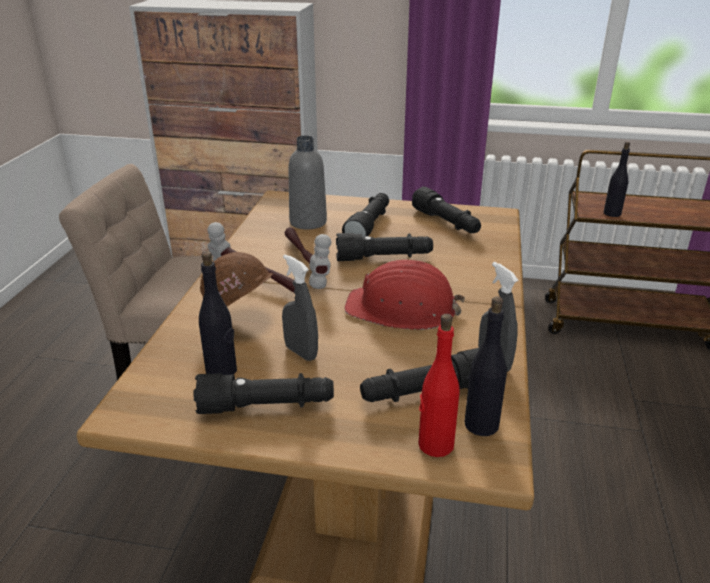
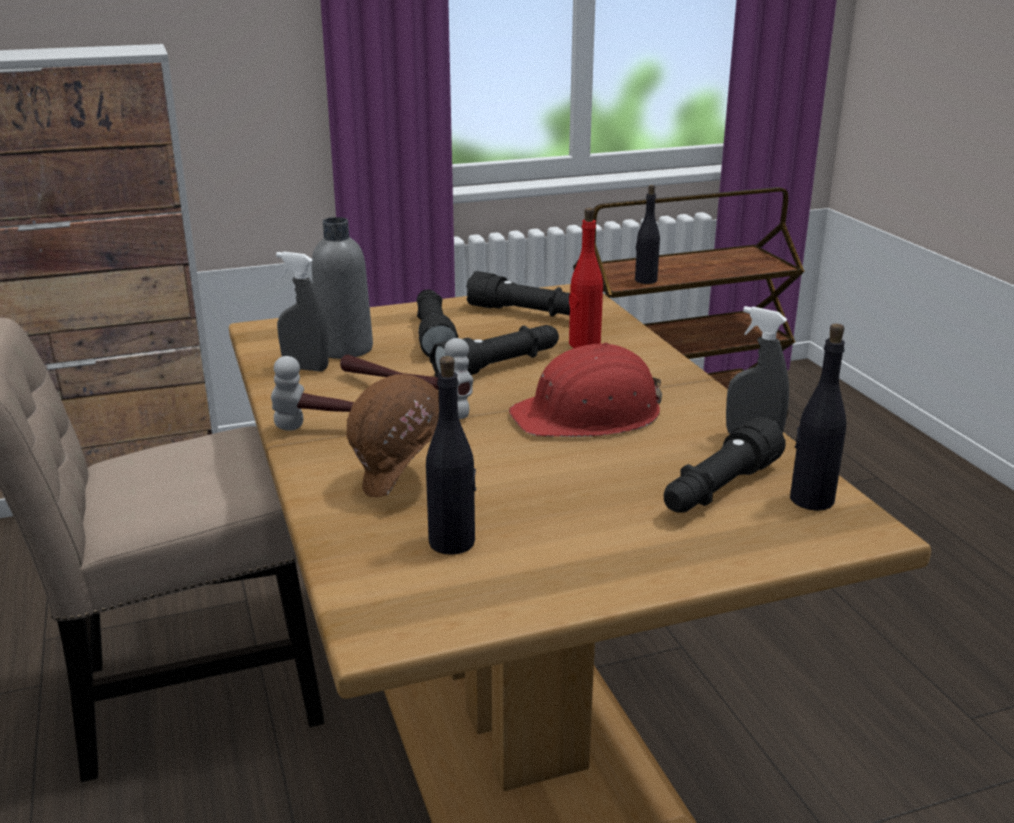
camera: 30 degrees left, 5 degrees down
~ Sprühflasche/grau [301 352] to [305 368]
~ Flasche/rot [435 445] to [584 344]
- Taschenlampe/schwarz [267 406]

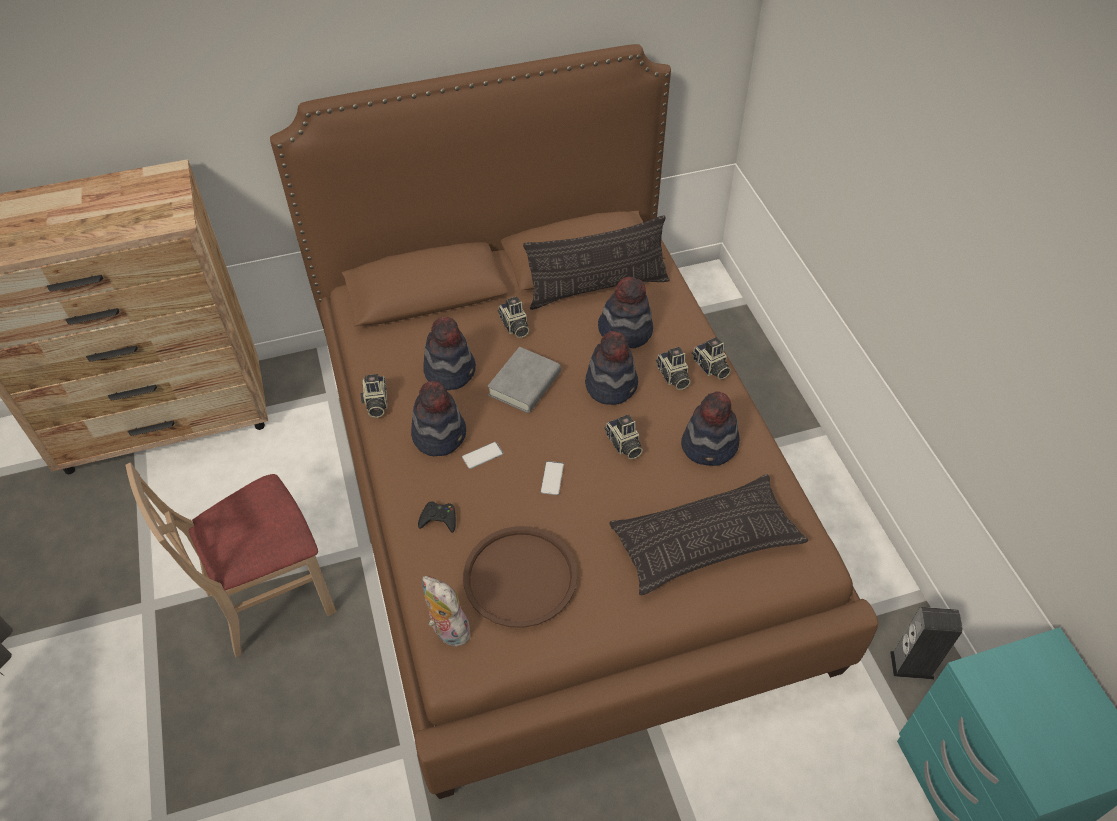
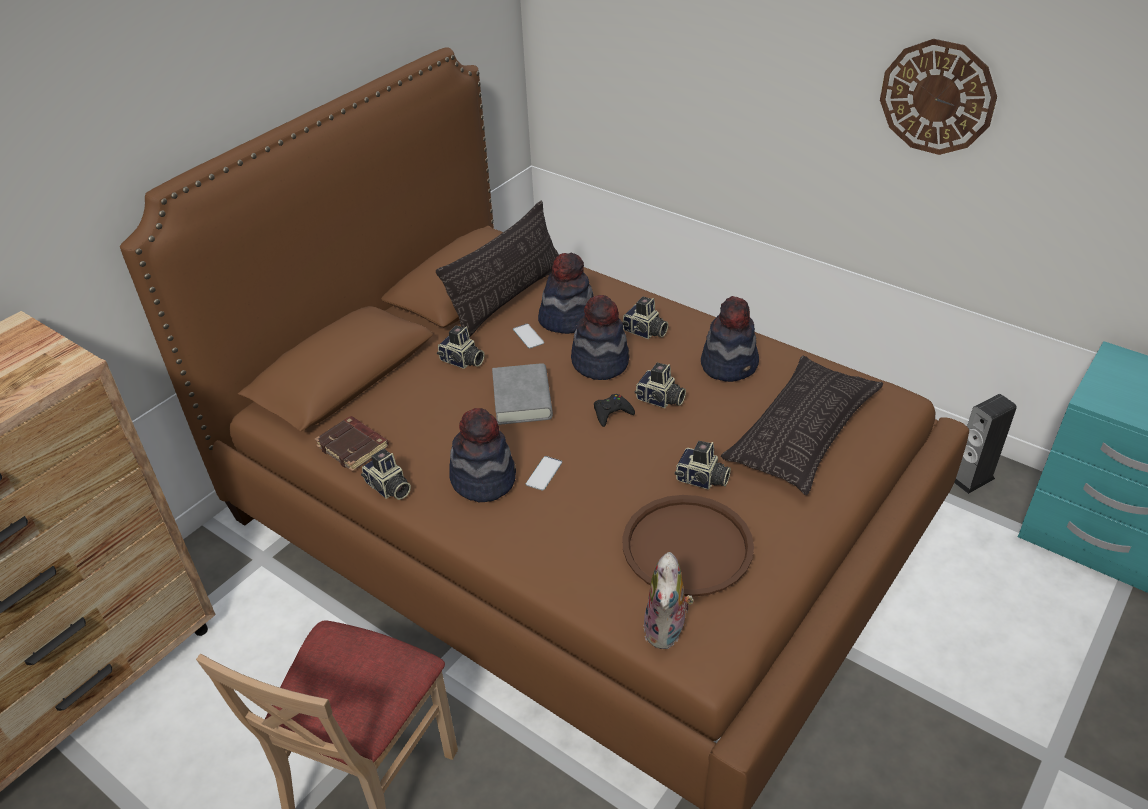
camera: 35 degrees left, 10 degrees down
- Hut [450 370]
~ Kamera [710 367] to [702 480]
~ Handy [552 478] to [528 336]
~ Gamepad/schwarz [439 519] to [612 413]
~ Plüschtier [447 630] = [667 631] 90 degrees counterclockwise
+ Wanduhr [937 97]
+ Buch/braun [354 447]

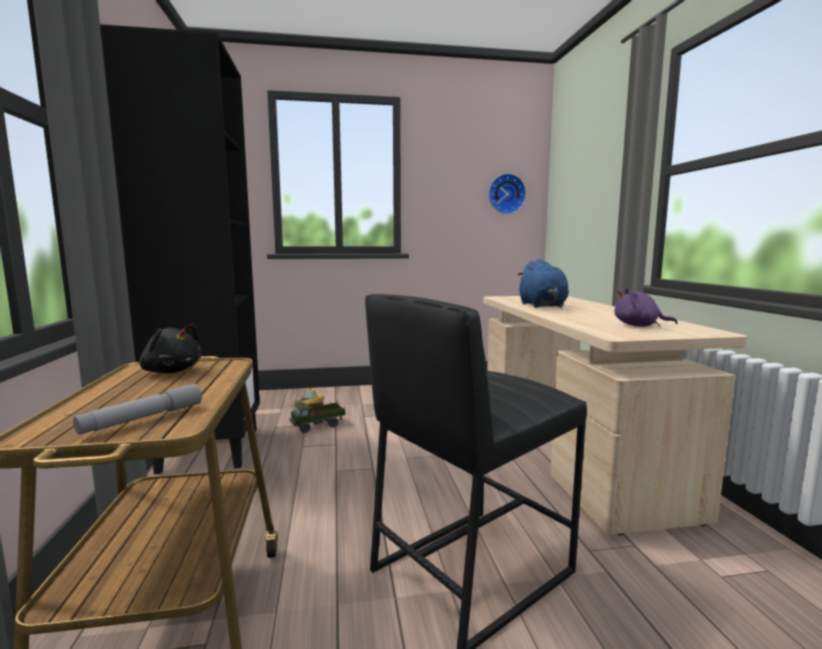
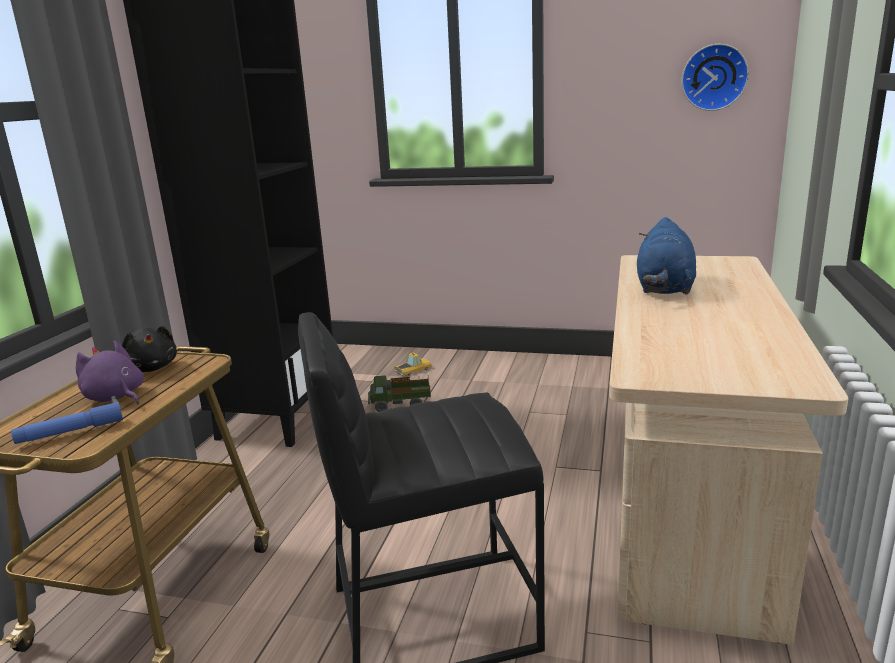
camera: 25 degrees right, 10 degrees up
~ Plüschtier/lila [639 326] to [115 397]
~ Taschenlampe/grau [143 418] to Taschenlampe/blau [71 432]

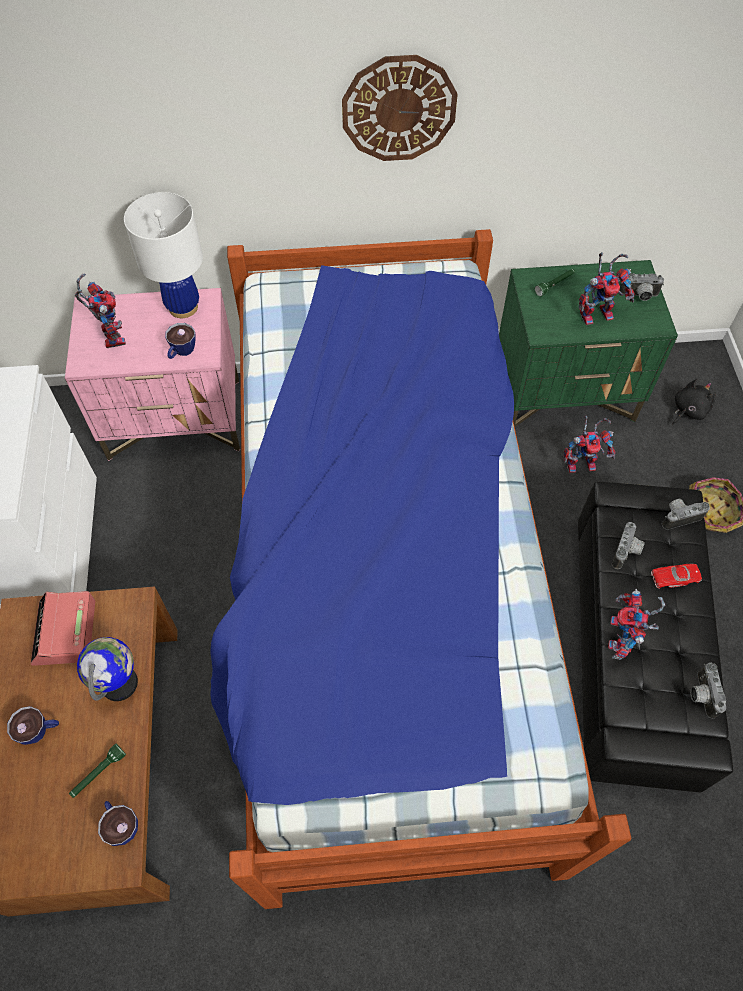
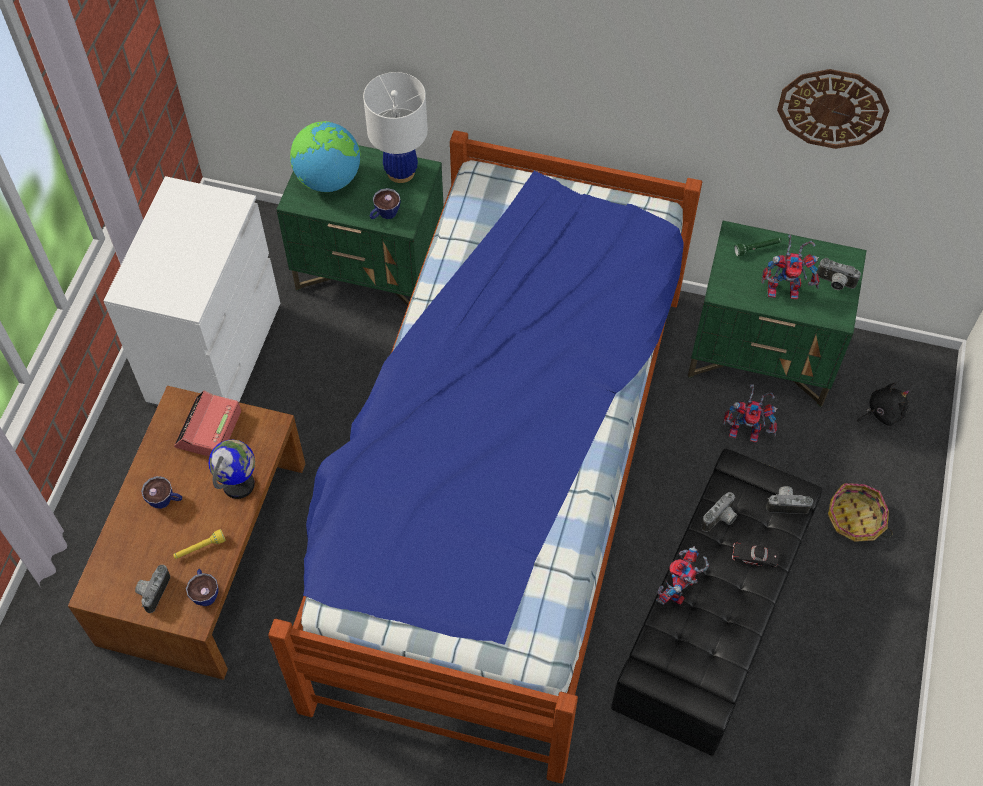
camera: 20 degrees right, 0 degrees up
~ Wanduhr [399 109] to [832 108]
~ Spielzeugroboter [110 334] to Globus [328 179]
~ Nachttisch/rosa [176 419] to Nachttisch/grün [371 269]
~ Spielzeugauto/rot [675 577] to Spielzeugauto/schwarz [754 556]
~ Kamera [700 694] to [152 591]
~ Taschenlampe/grün [98 773] to Taschenlampe/gelb [200 548]

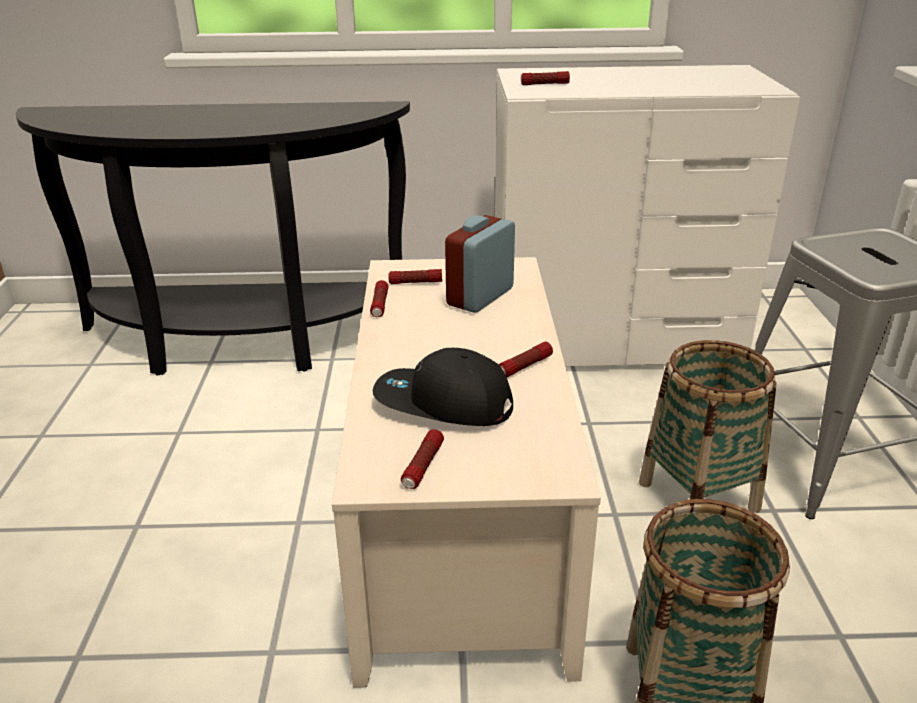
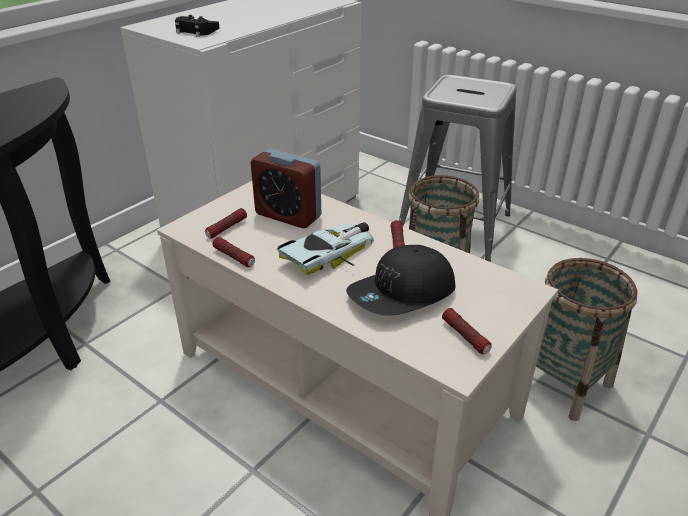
camera: 50 degrees left, 5 degrees up
~ Taschenlampe [544 84] to Gamepad/schwarz [196 31]
~ Wecker [480 297] = [288 215] 45 degrees counterclockwise
+ Spielzeugauto [331 253]

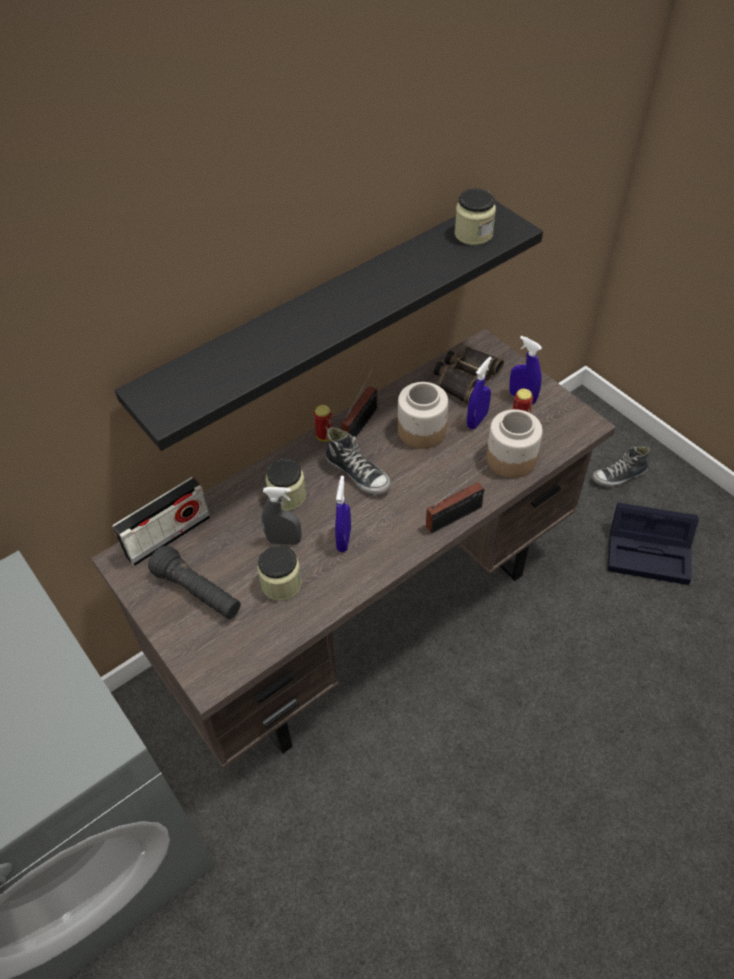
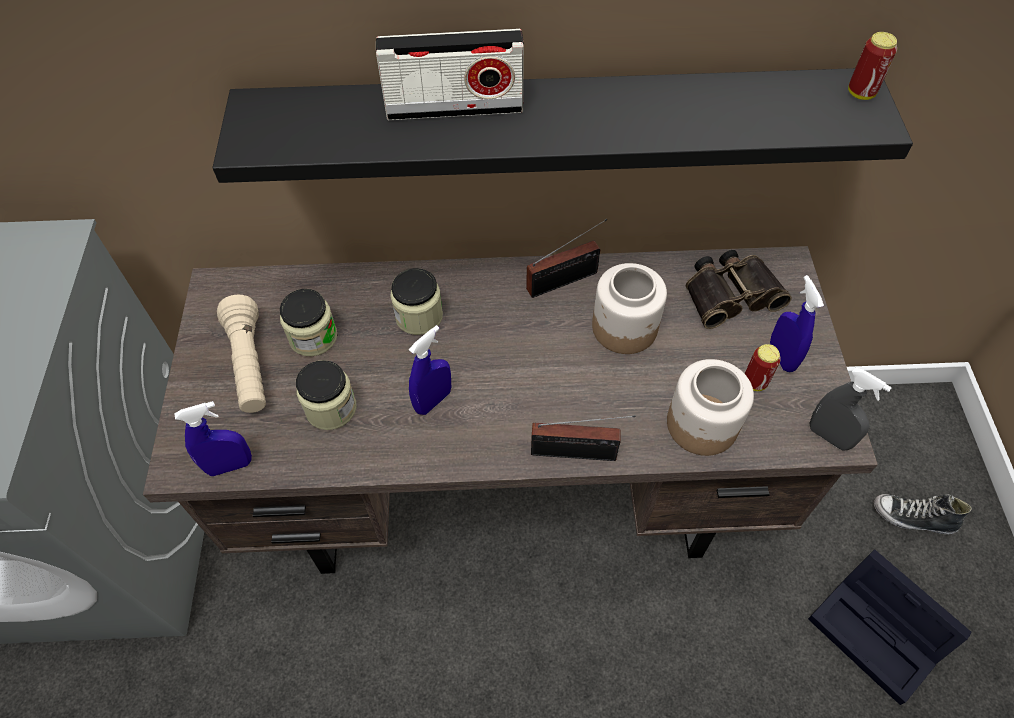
camera: 35 degrees right, 5 degrees up
~ Vorratsglas [473 234] to [313 337]
~ Sprühflasche/blau [477 420] to [230 466]
~ Dose [324 436] to [861 93]
- Schuh [358 474]
~ Radio [168 536] to [454 108]
~ Sprühflasche/grau [284 540] to [829 436]
~ Taschenlampe/schwarz [198 592] to Taschenlampe/beige [250 364]

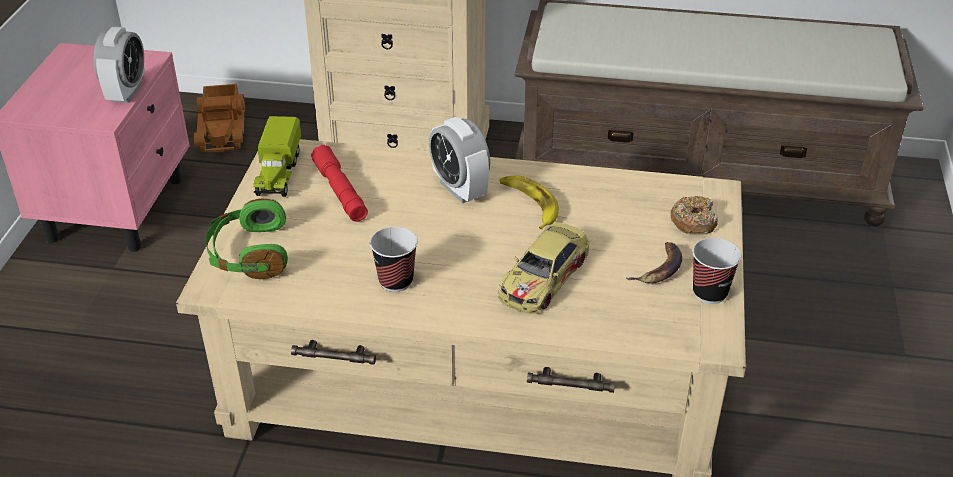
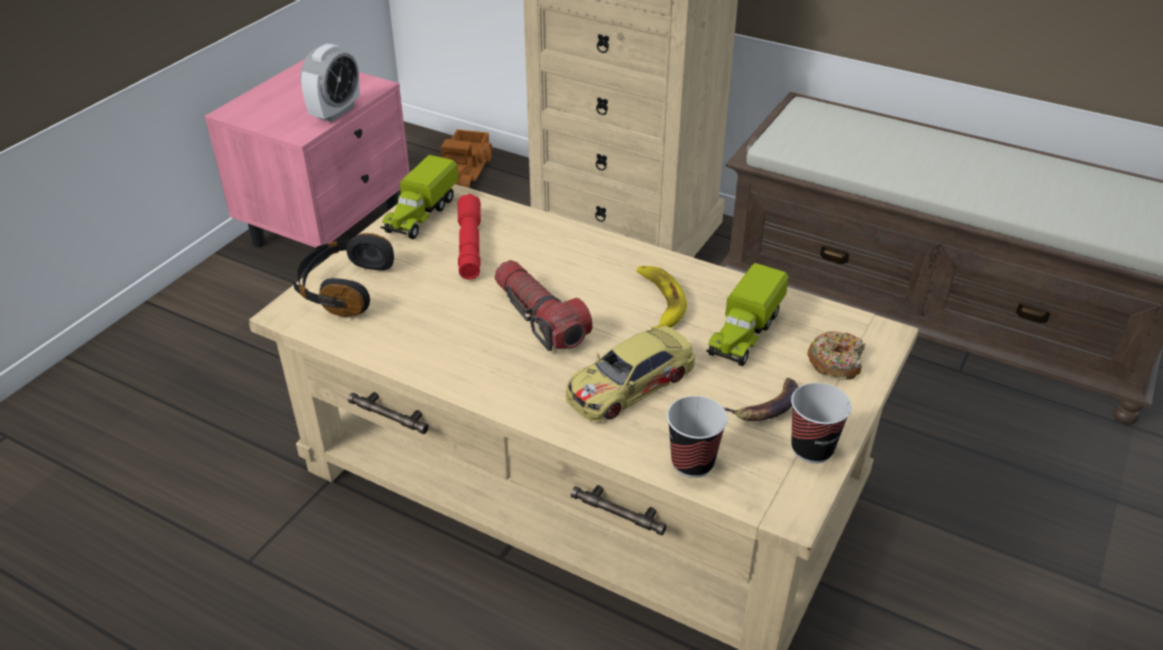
camera: 20 degrees right, 0 degrees up
- Wecker [459 189]
~ Kopfhörer/grün [248 254] to Kopfhörer/schwarz [344 288]
~ Tasse [396 281] to [692 463]
+ Taschenlampe [539 318]
+ Spielzeuglaster [744 334]

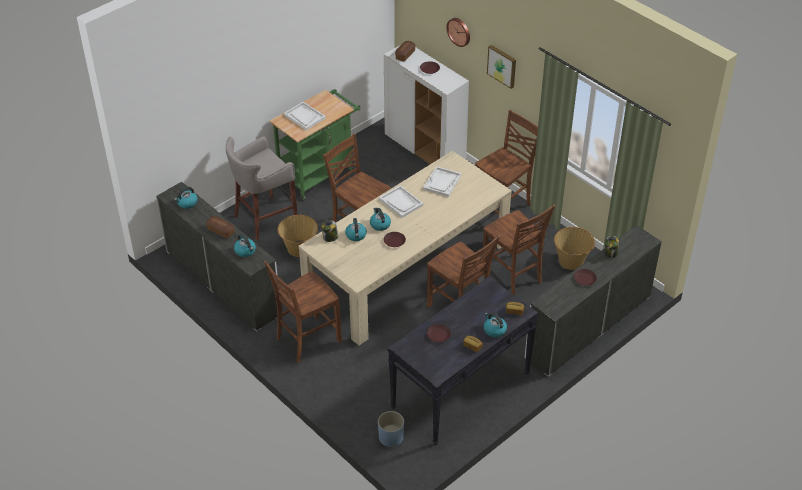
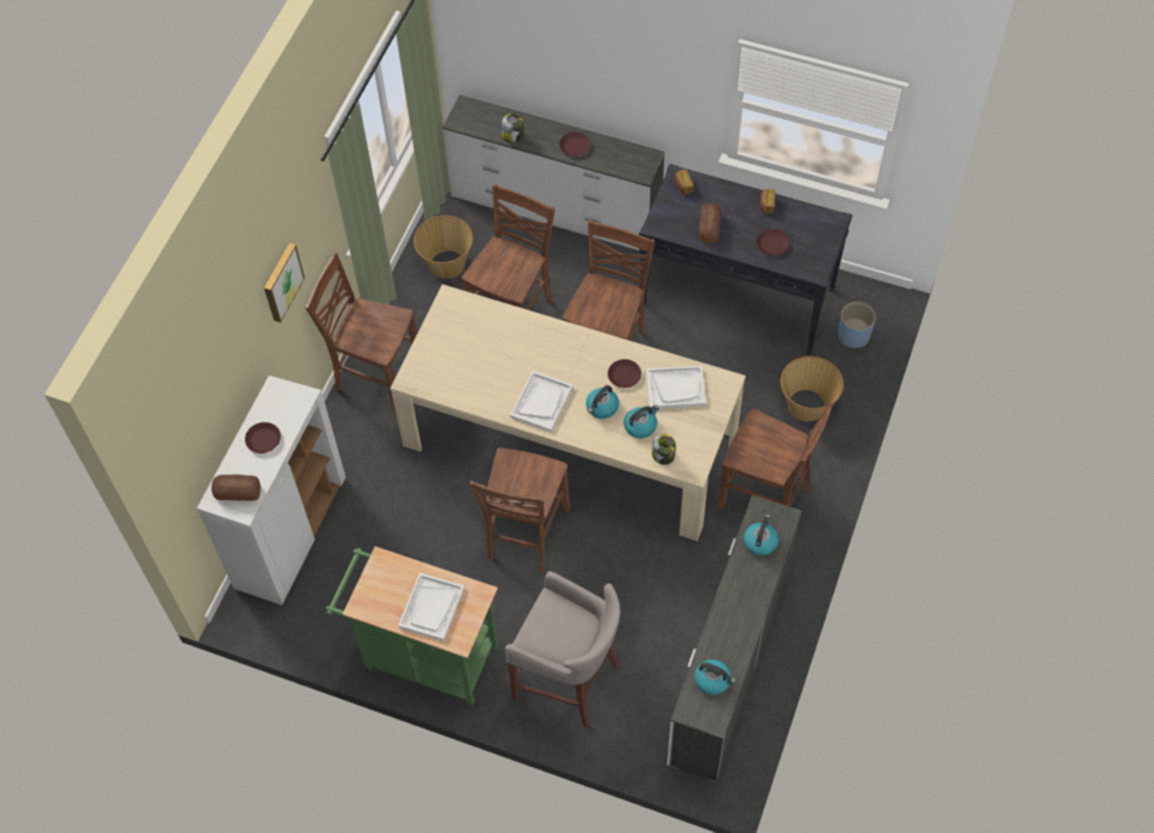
camera: 115 degrees left, 15 degrees up
- Wanduhr [459 31]
~ Tablett/weiß [442 182] to [675 388]
~ Korb [299 248] to [807 405]
~ Brot [220 231] to [709 227]
- Wasserkessel [494 330]

